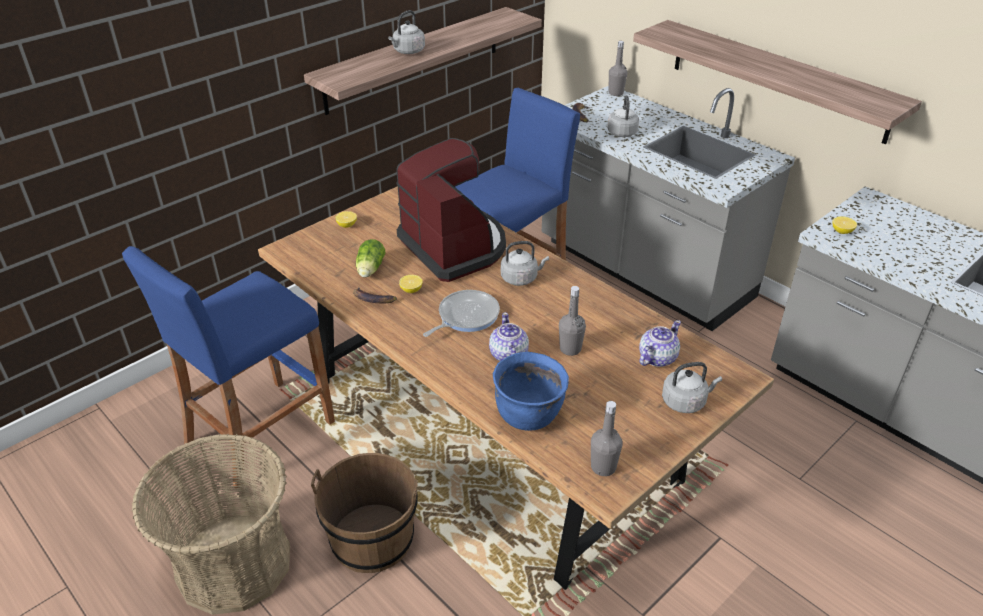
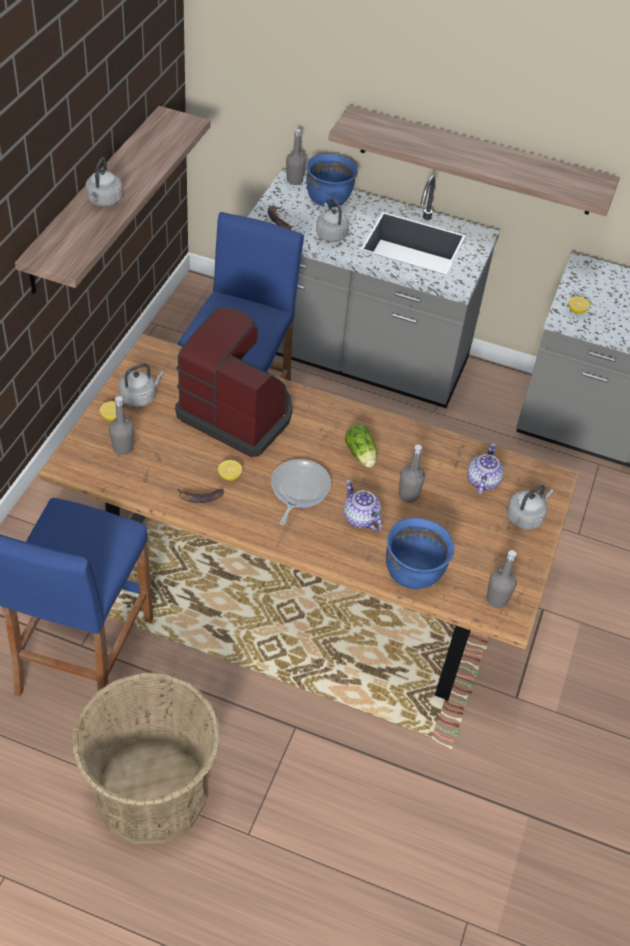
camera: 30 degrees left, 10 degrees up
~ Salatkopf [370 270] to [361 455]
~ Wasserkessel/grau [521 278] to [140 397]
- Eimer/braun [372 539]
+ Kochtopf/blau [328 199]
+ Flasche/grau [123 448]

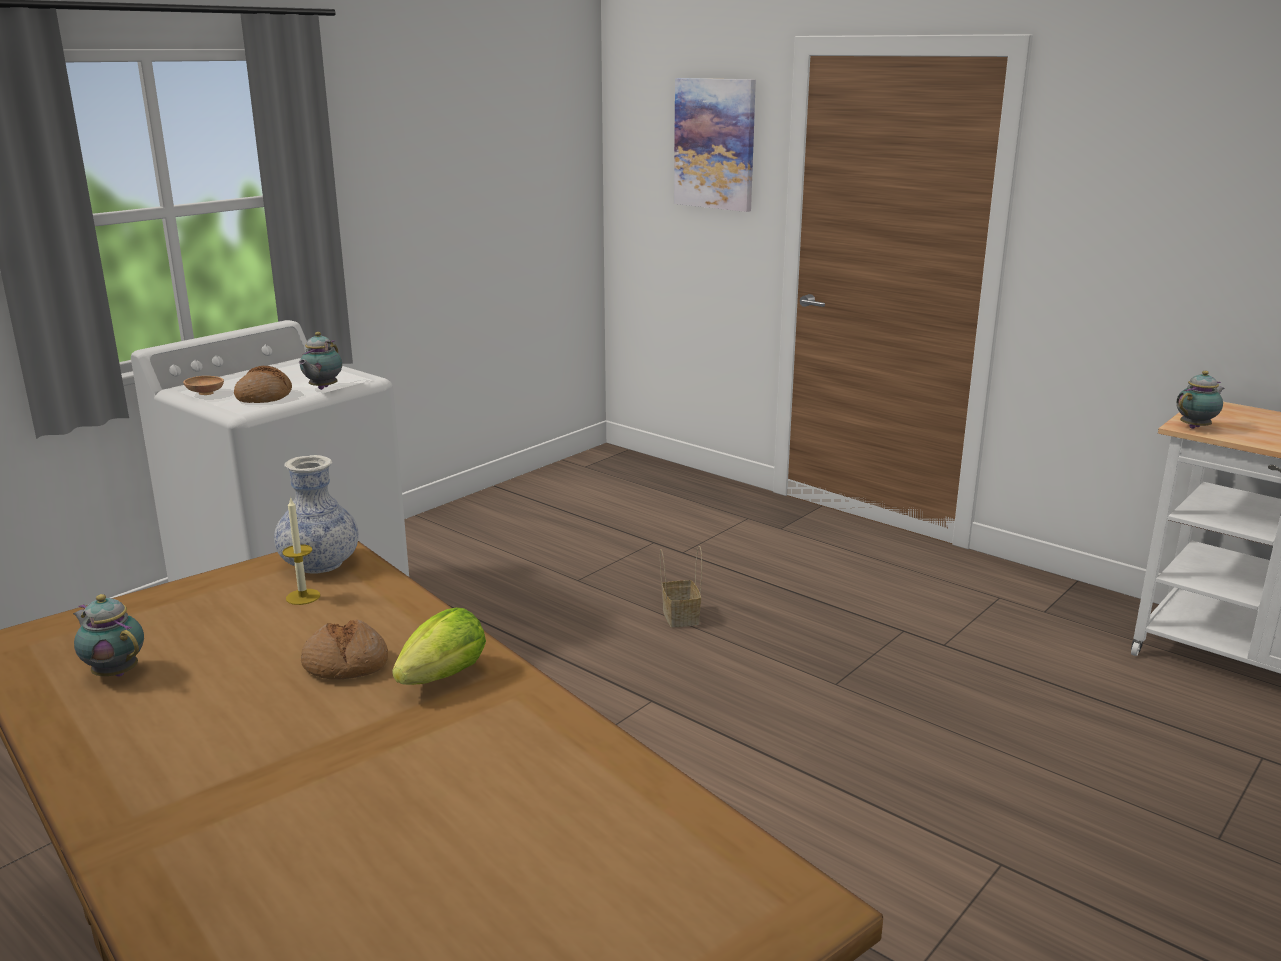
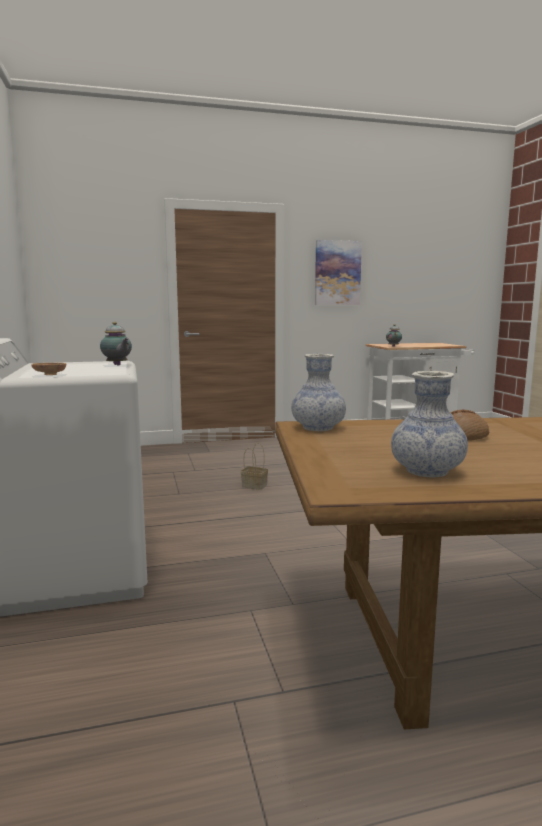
camera: 55 degrees left, 10 degrees down
~ Bild [715 144] to [337 273]
- Brot [264 396]
- Kerze [303 597]
~ Teekanne [115 672] to Vase [427 471]
- Salatkopf [444 676]

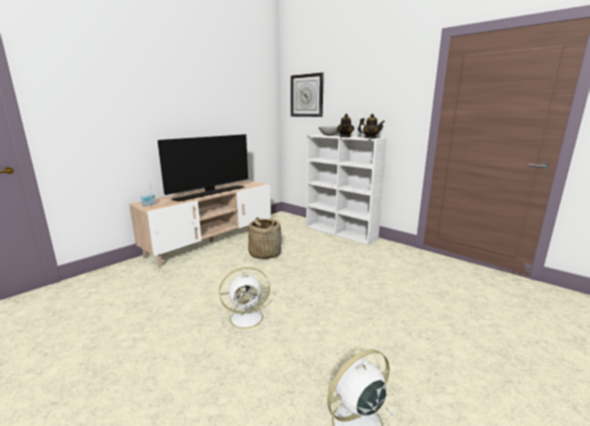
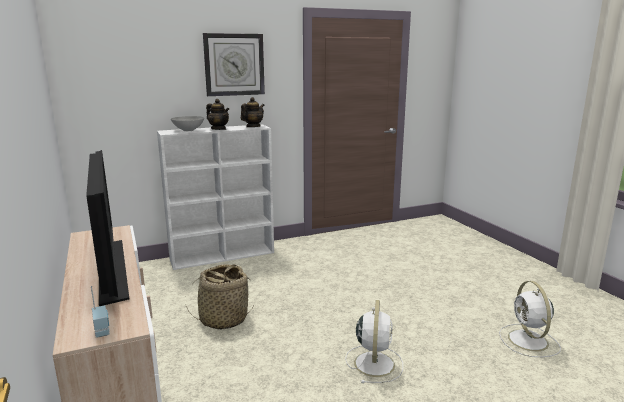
camera: 65 degrees left, 0 degrees up
~ Wanduhr [307 95] to [234 64]

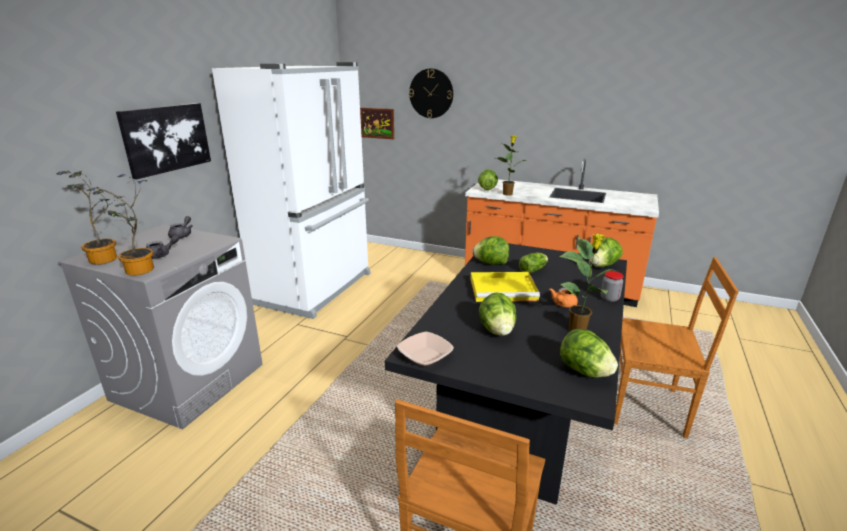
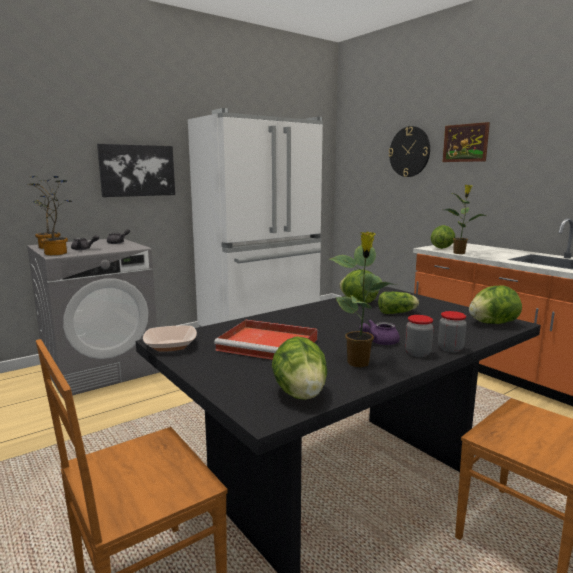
camera: 30 degrees right, 10 degrees down
~ Bild [377 123] to [465 143]
- Tablett/gelb [504 289]
~ Teekanne/orange [562 305] to Teekanne/lila [379 342]
~ Salatkopf [497 330] to Tablett/rot [270 344]
+ Vorratsglas [417 353]

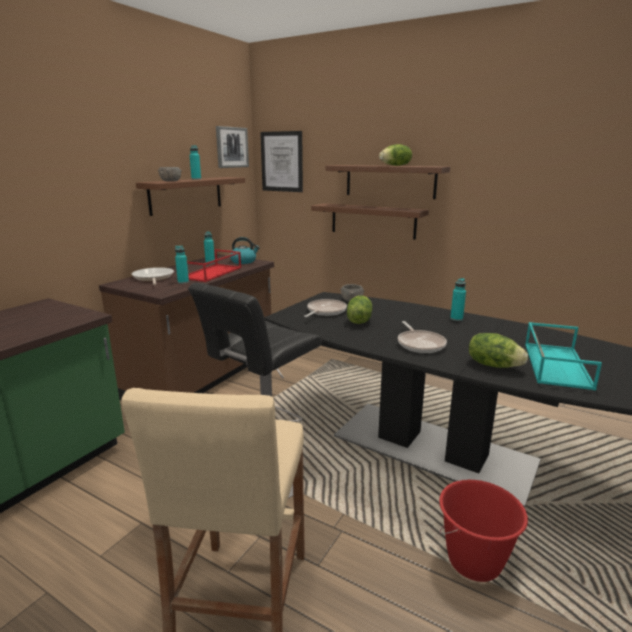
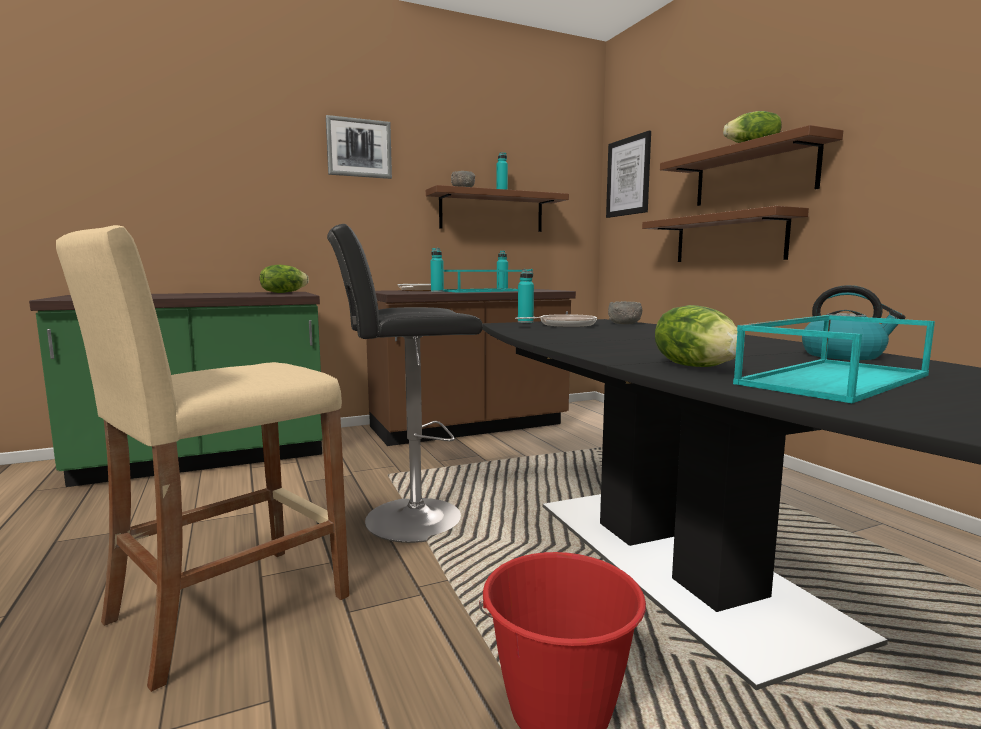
camera: 35 degrees right, 10 degrees down
~ Bild [232 147] to [359 148]
~ Wasserkessel [244 261] to [844 355]
~ Tablett/rot [211 273] to Tablett/türkis [482 291]
~ Flasche/türkis [456 319] to [525 322]
~ Salatkopf [358 320] to [283 292]
- Pfanne [420 344]

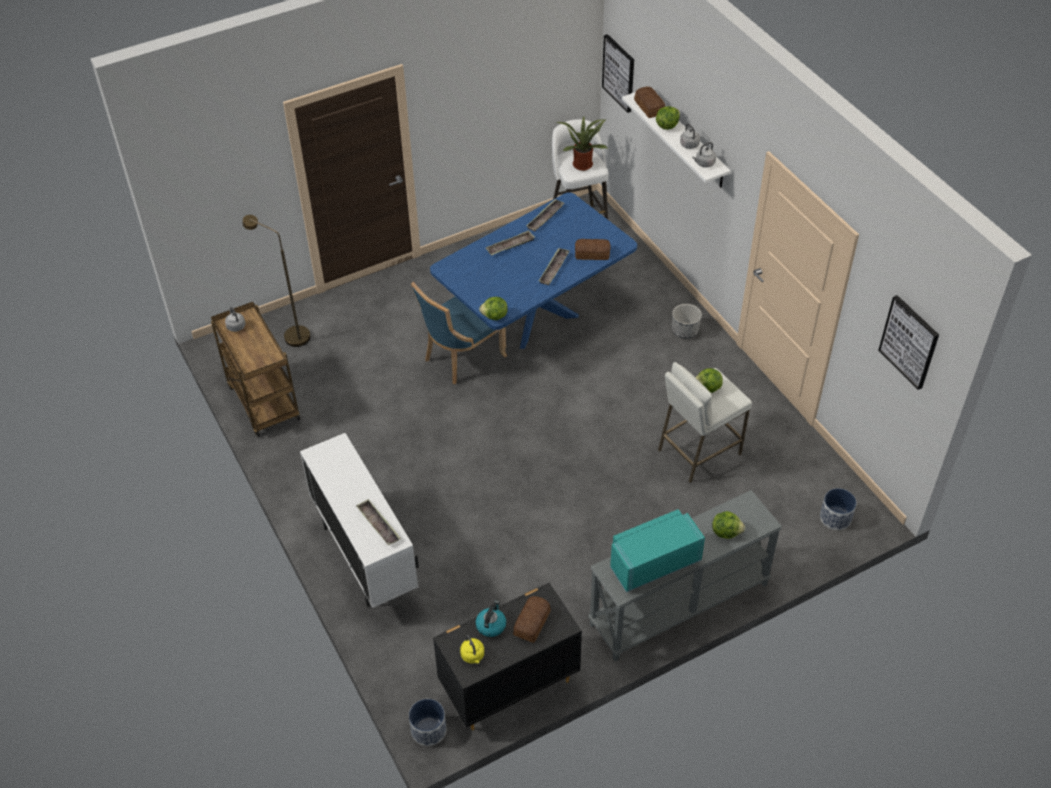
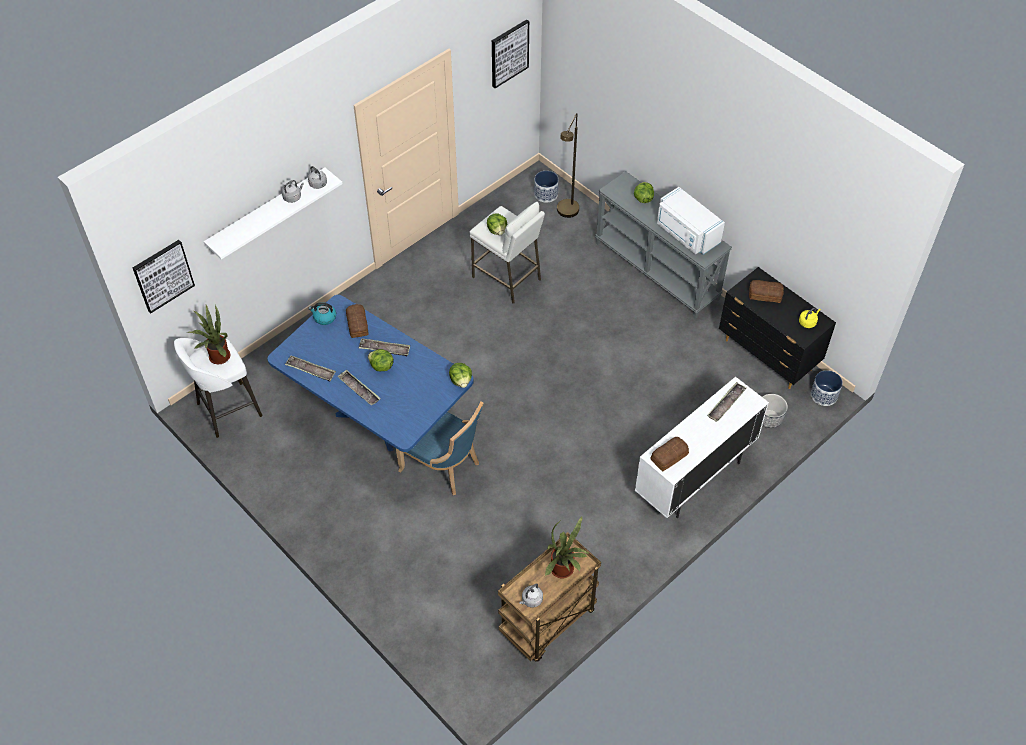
camera: 105 degrees left, 5 degrees up
~ Brot [649 107] to [668 457]
~ Salatkopf [667 125] to [381 366]
~ Stehlampe/braun [291 335] to [566 214]
~ Pflanzkübel [685 331] to [769 419]
~ Mikrowelle/türkis [653 562] to Mikrowelle/weiß [686 234]
~ Wasserkessel [491 625] to [324 317]
+ Topfpflanze [564 570]

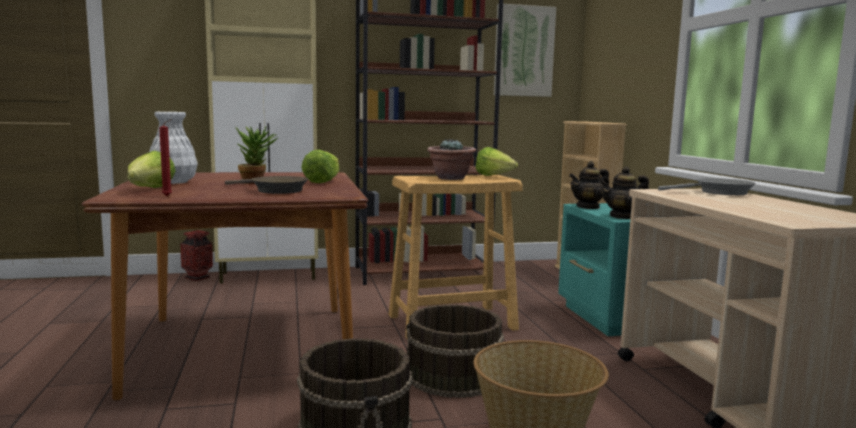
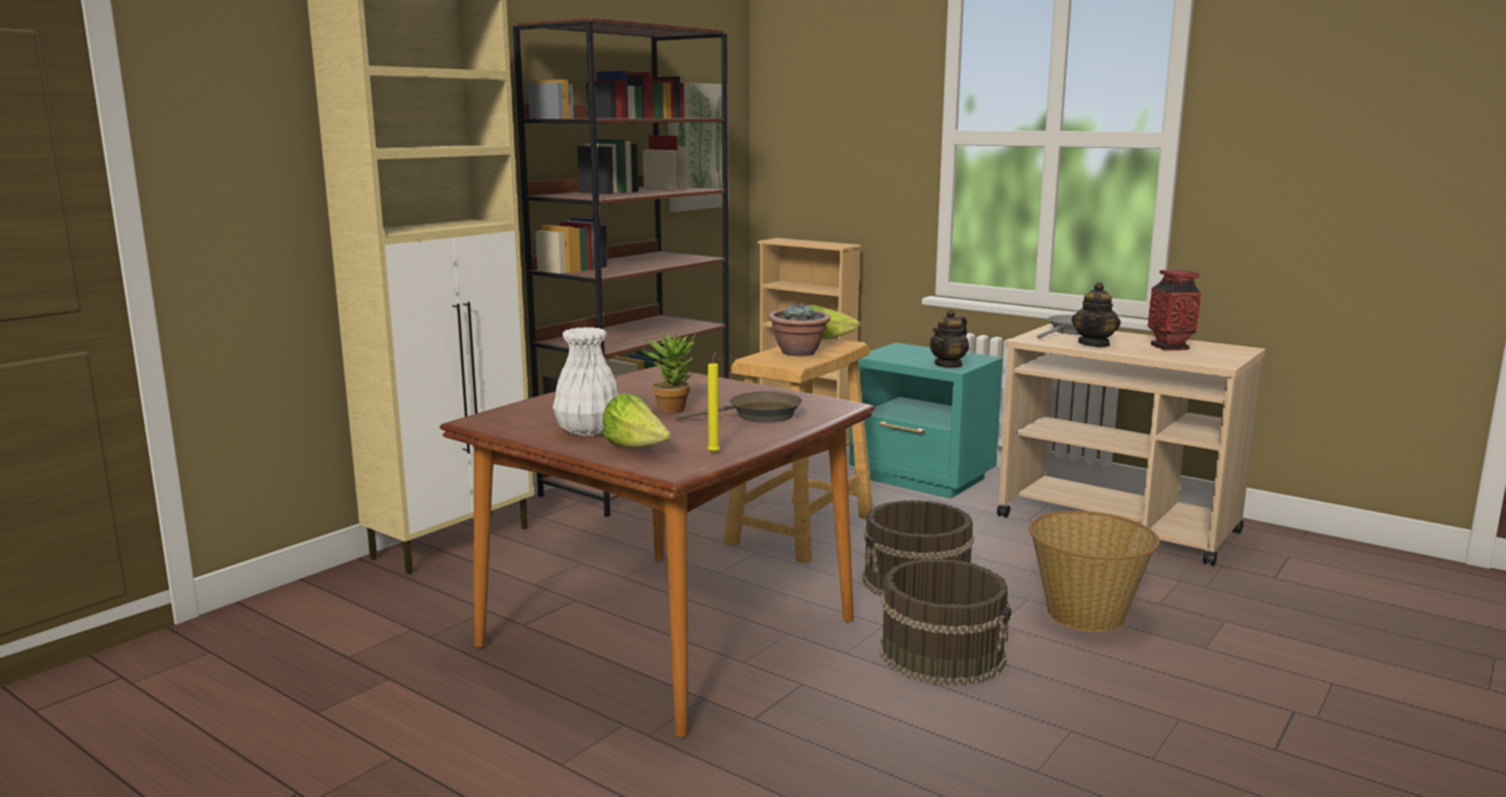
camera: 40 degrees left, 5 degrees up
~ Kerze/rot [169 196] to Kerze/gelb [714 453]
- Salatkopf [323 182]
~ Teekanne [588 207] to [1094 344]
~ Vase [197 278] to [1169 347]

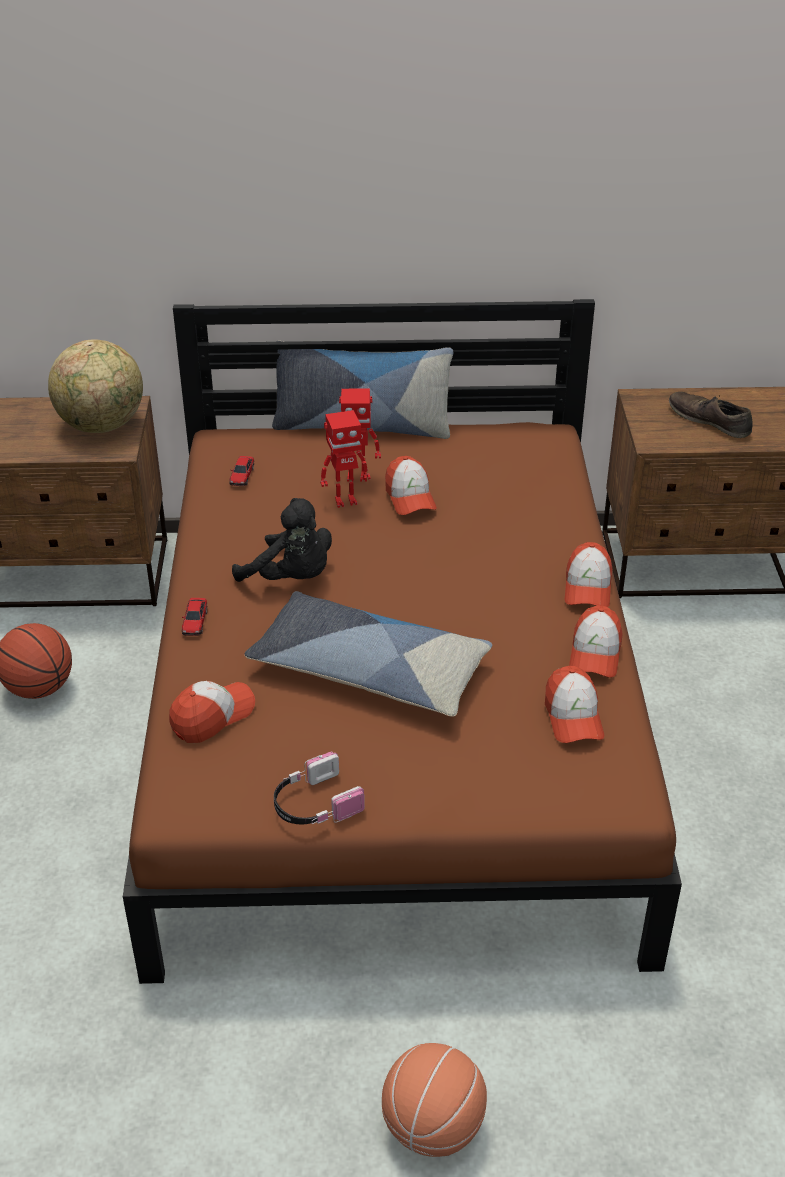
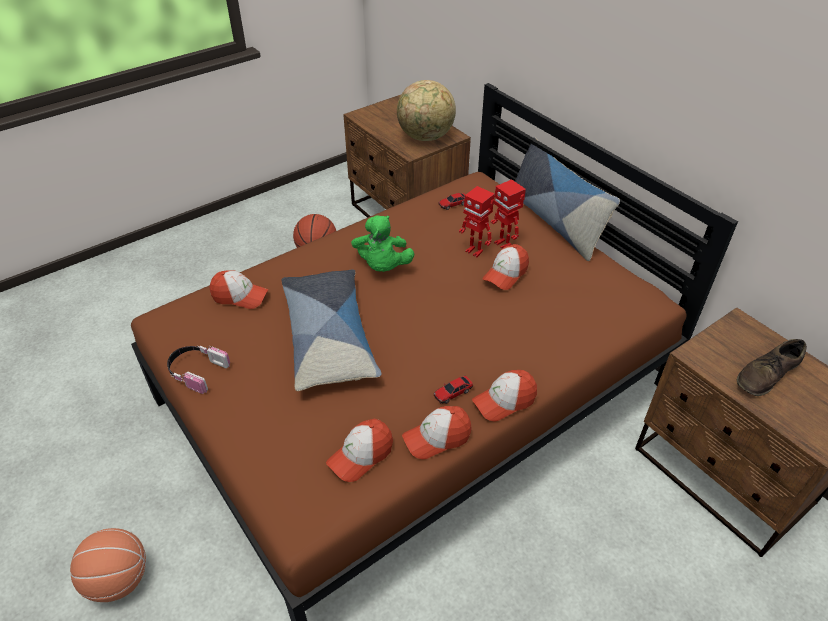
camera: 55 degrees right, 5 degrees up
~ Schuh/braun [709 420] = [767 375] 135 degrees counterclockwise
~ Plüschtier/schwarz [291 577] to Plüschtier/grün [382 266]
~ Spielzeugauto [195 621] to [453 392]

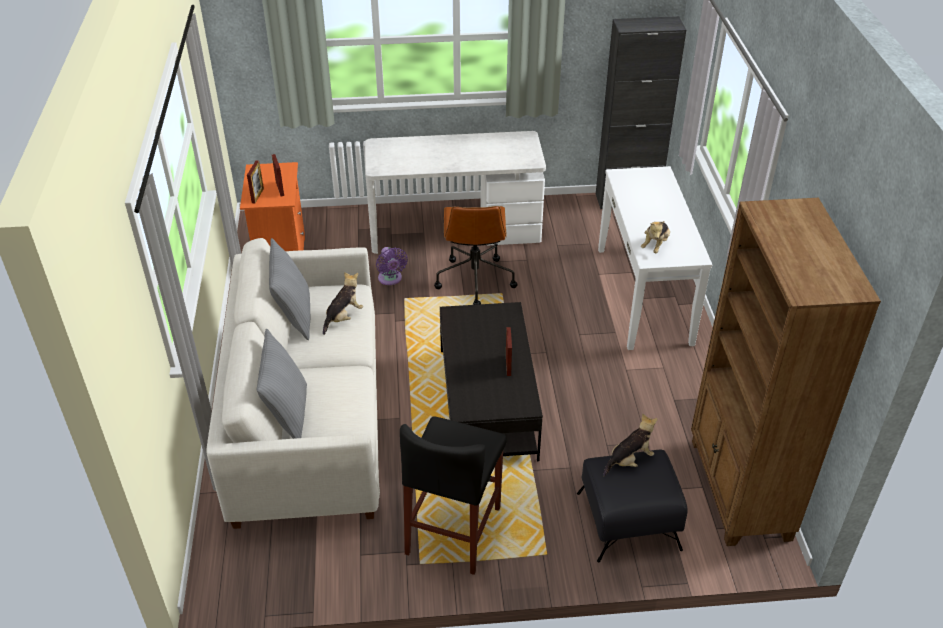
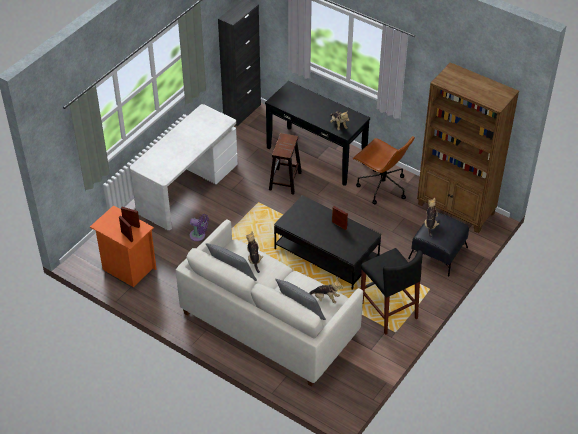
camera: 50 degrees left, 5 degrees up
~ Konsolentisch/weiß [644 295] to Konsolentisch/schwarz [316 155]
~ Bürostuhl/braun [474 279] to [381 187]
+ Hocker/braun [285 181]
+ Plüschtier [325 298]

